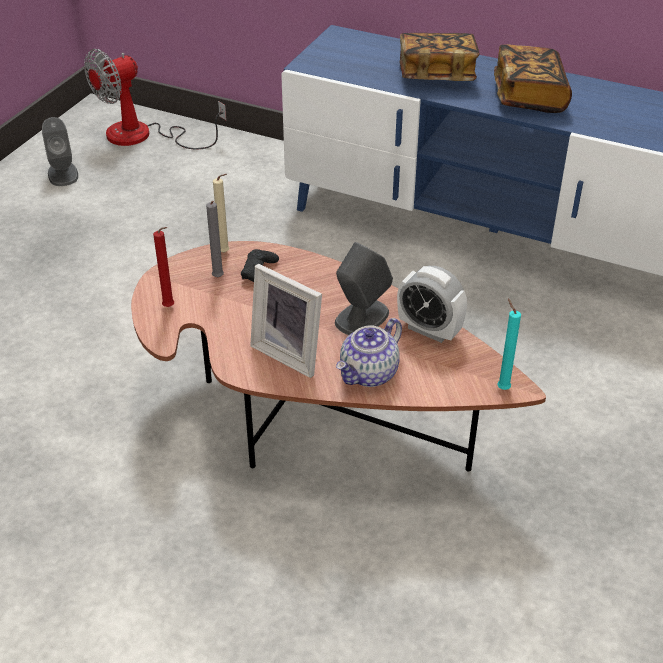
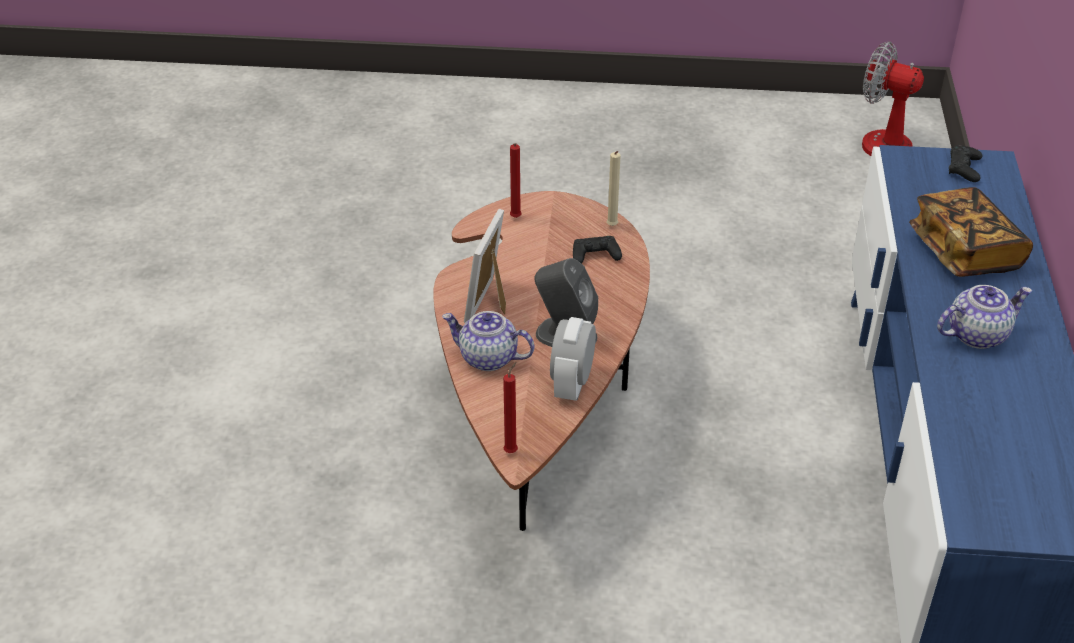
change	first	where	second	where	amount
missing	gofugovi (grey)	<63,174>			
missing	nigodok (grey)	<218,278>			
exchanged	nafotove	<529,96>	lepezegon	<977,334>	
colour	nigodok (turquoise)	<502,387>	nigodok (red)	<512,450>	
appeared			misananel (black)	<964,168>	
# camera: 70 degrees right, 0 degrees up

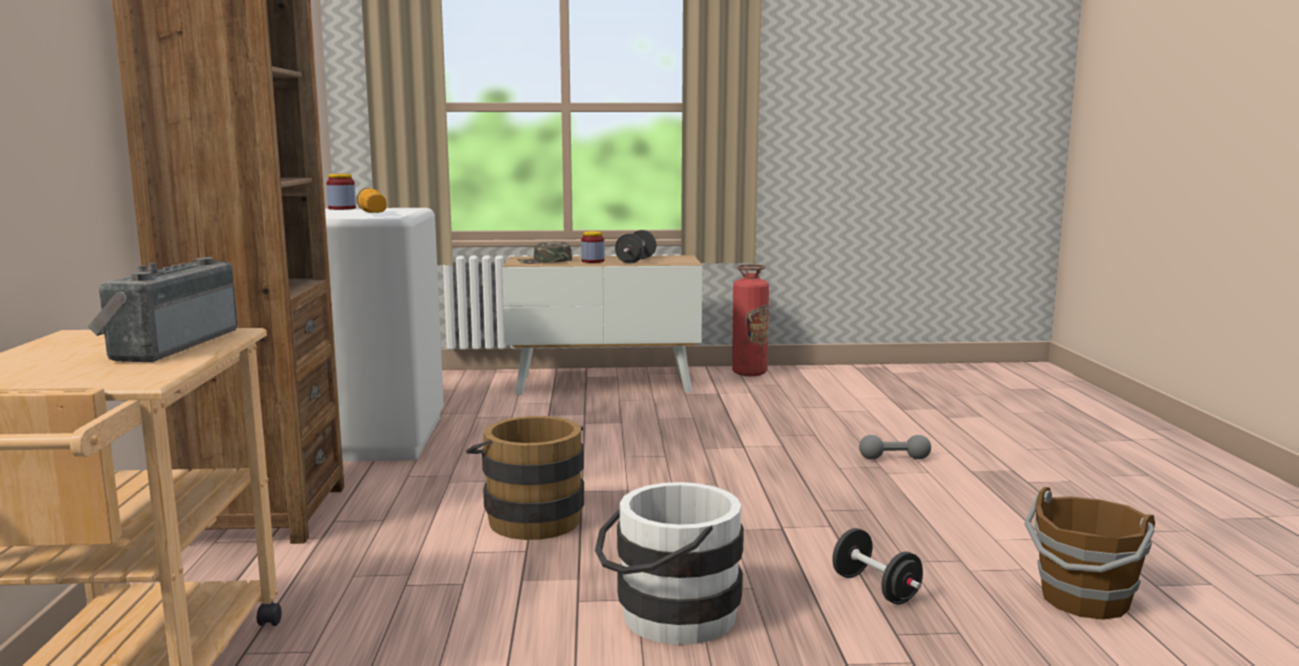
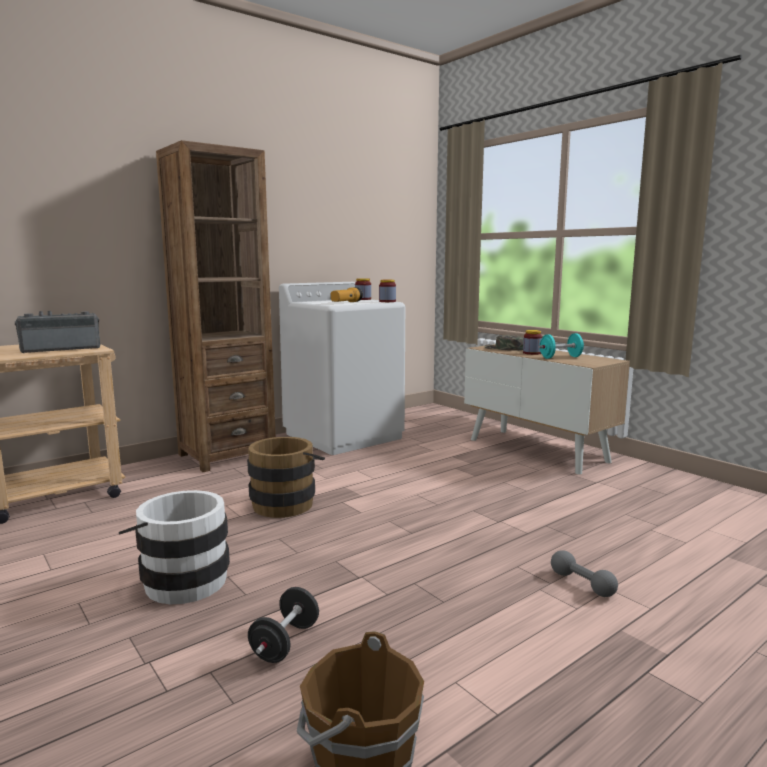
change	first	where	second	where	amount
colour	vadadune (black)	<636,261>	vadadune (turquoise)	<560,357>	
missing	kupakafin	<749,373>			
appeared			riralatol	<387,301>	
# camera: 55 degrees right, 0 degrees up

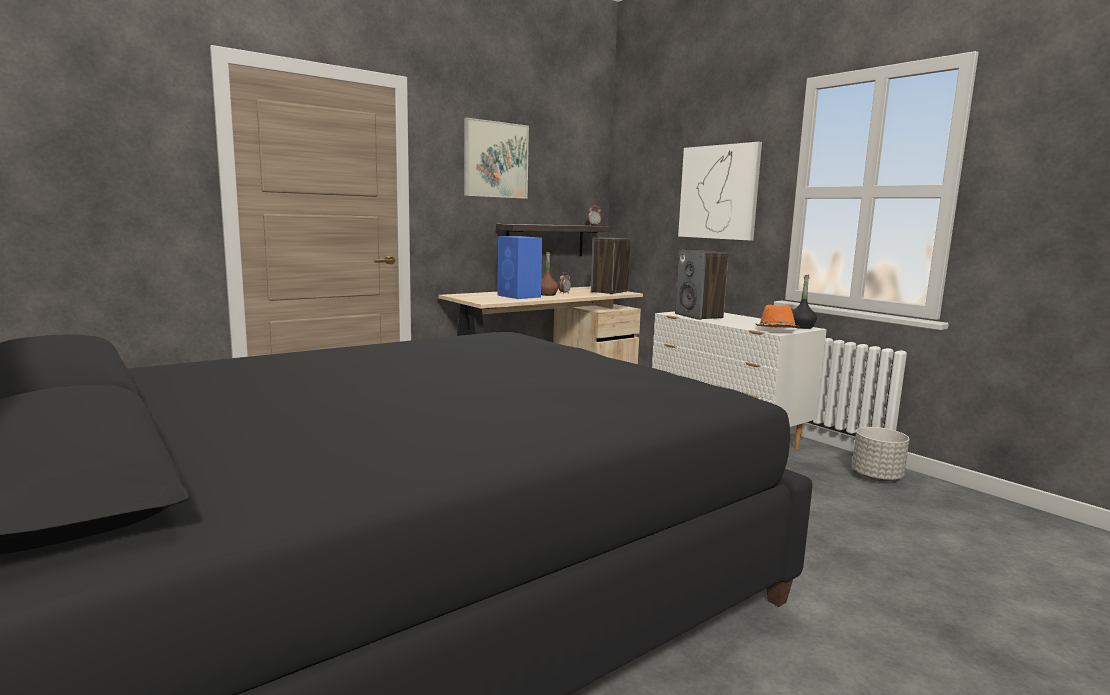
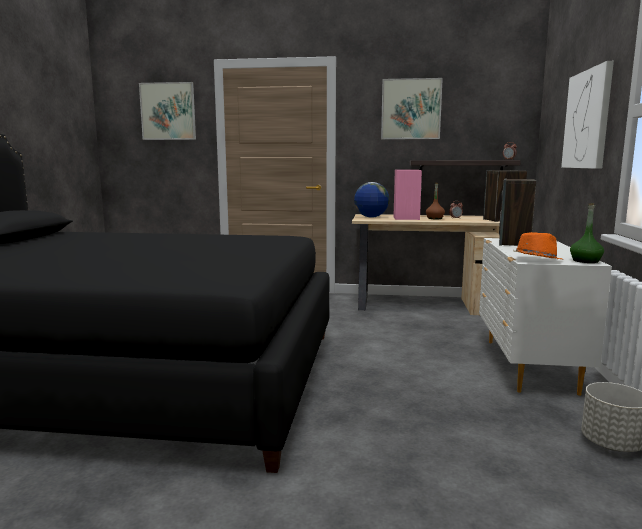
change	first	where	second	where	amount
colour	gofugovi (blue)	<519,296>	gofugovi (pink)	<406,218>	
colour	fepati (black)	<801,327>	fepati (green)	<585,261>	
appeared			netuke	<168,111>	
appeared			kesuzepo	<371,217>	
# camera: 45 degrees right, 0 degrees up

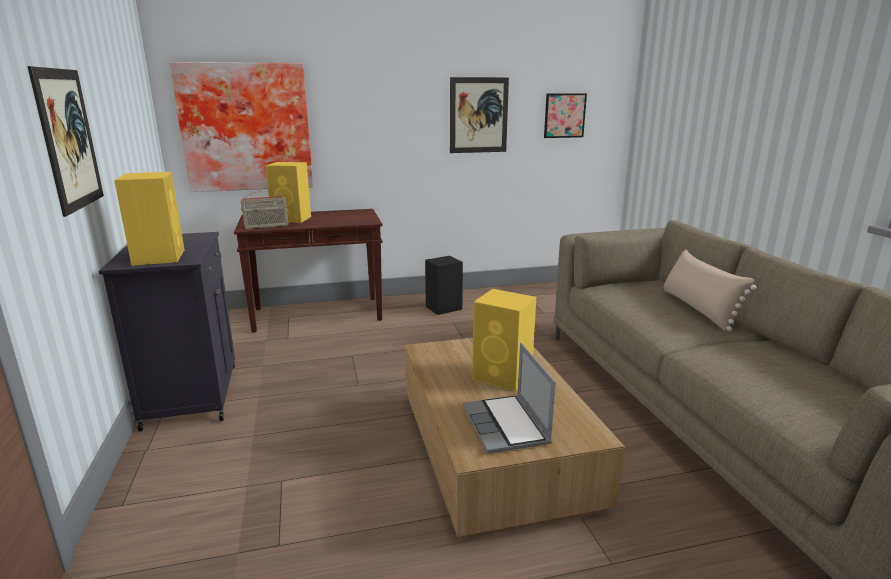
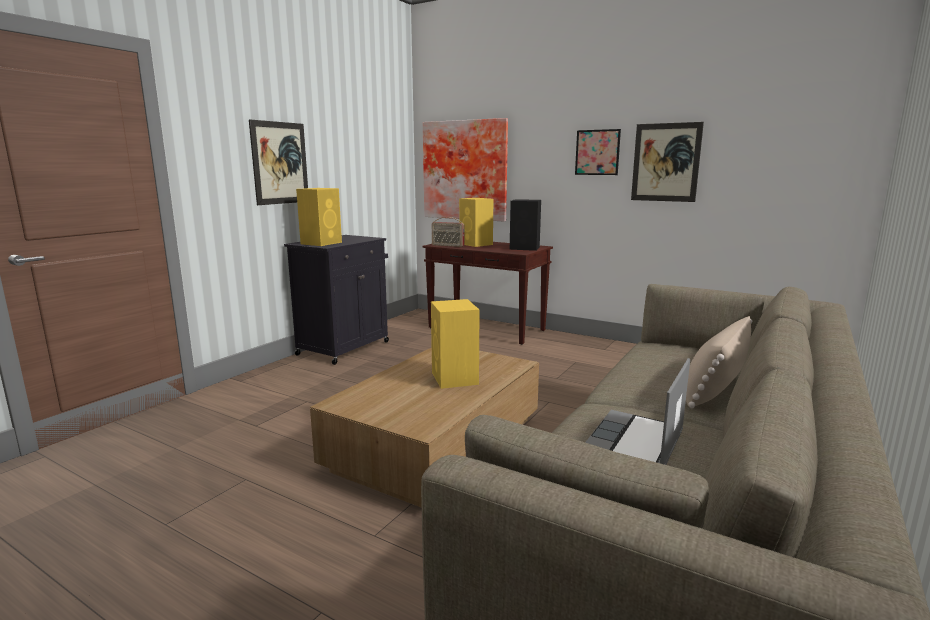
change	first	where	second	where	amount
relocated	gofugovi (black)	<444,308>		<525,248>	
relocated	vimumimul	<507,426>		<635,444>	
relocated	netuke	<564,115>		<597,152>	
# camera: 45 degrees right, 5 degrees down

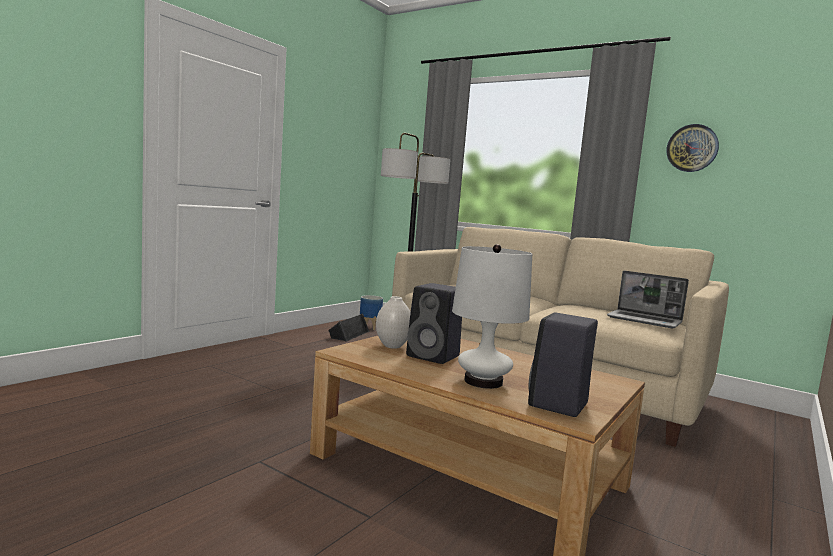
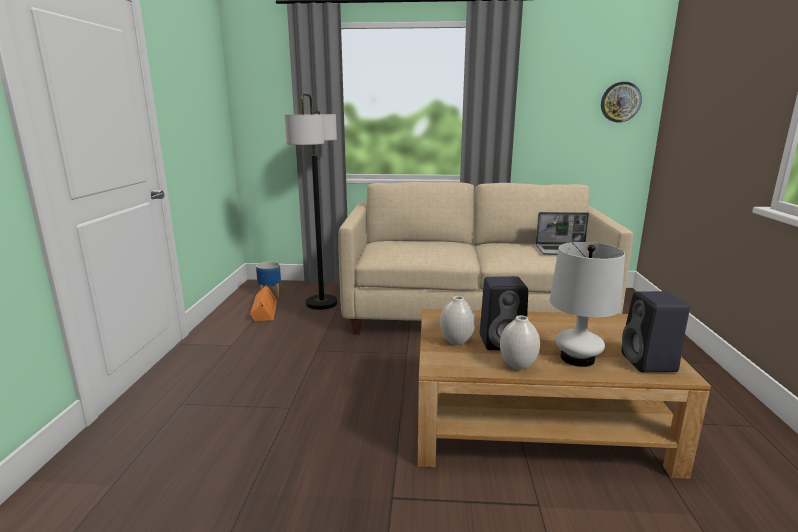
change	first	where	second	where	amount
colour	gofugovi (black)	<348,334>	gofugovi (orange)	<263,310>	
relocated	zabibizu	<692,148>		<620,102>	
appeared			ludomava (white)	<517,365>	
# camera: 30 degrees left, 10 degrees up

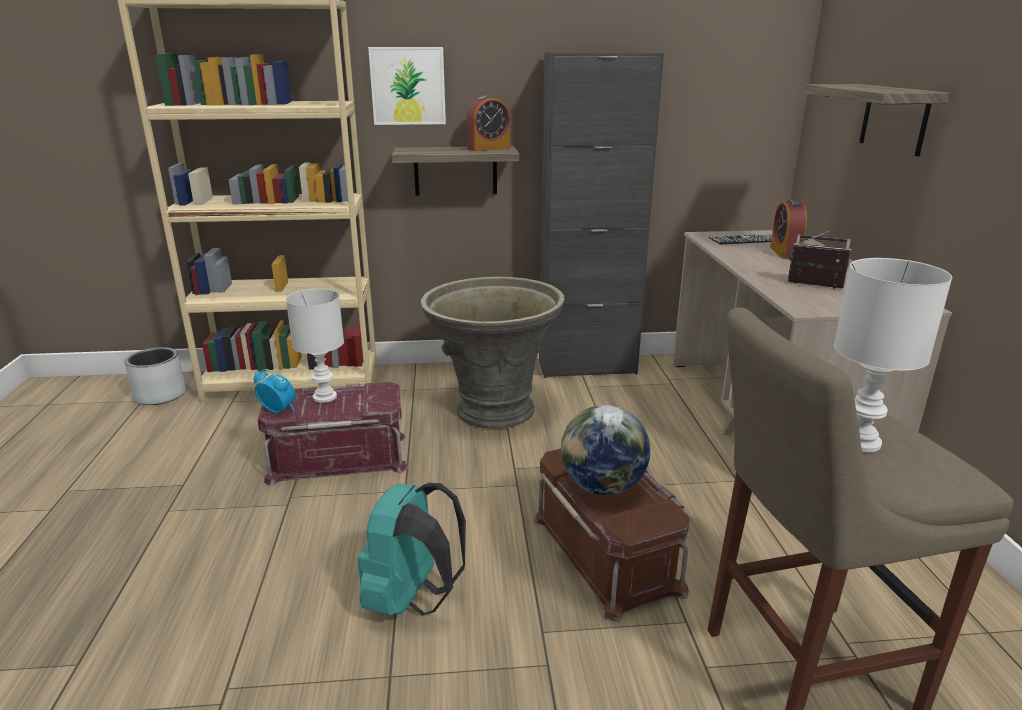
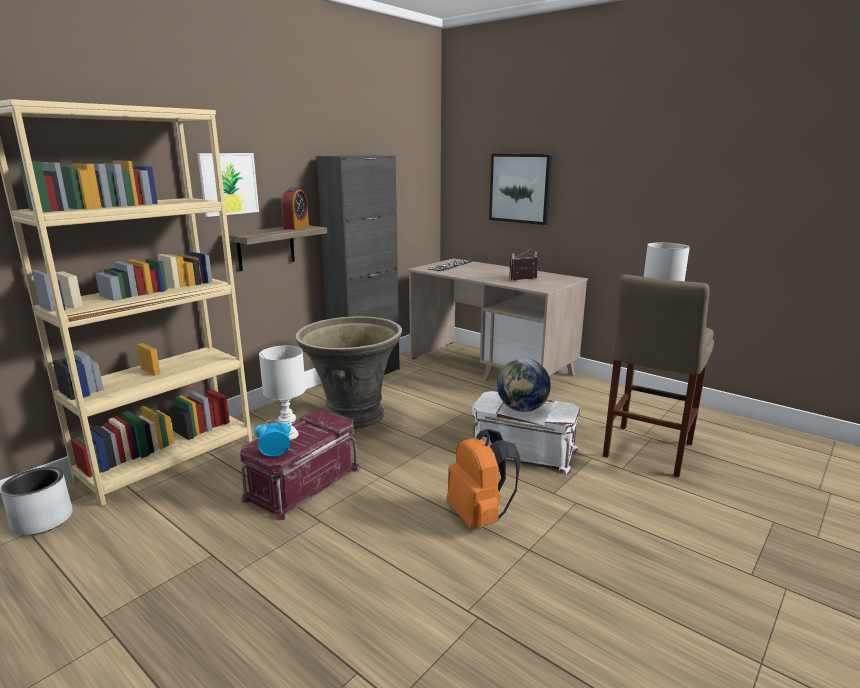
change	first	where	second	where	amount
colour	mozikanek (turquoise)	<412,599>	mozikanek (orange)	<480,517>	
colour	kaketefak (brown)	<607,552>	kaketefak (white)	<523,450>	
missing	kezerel	<785,252>			
exchanged	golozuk	<894,119>	netuke	<520,188>	
# camera: 45 degrees left, 5 degrees down

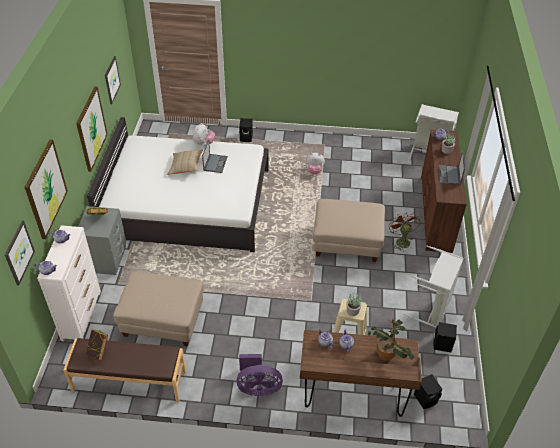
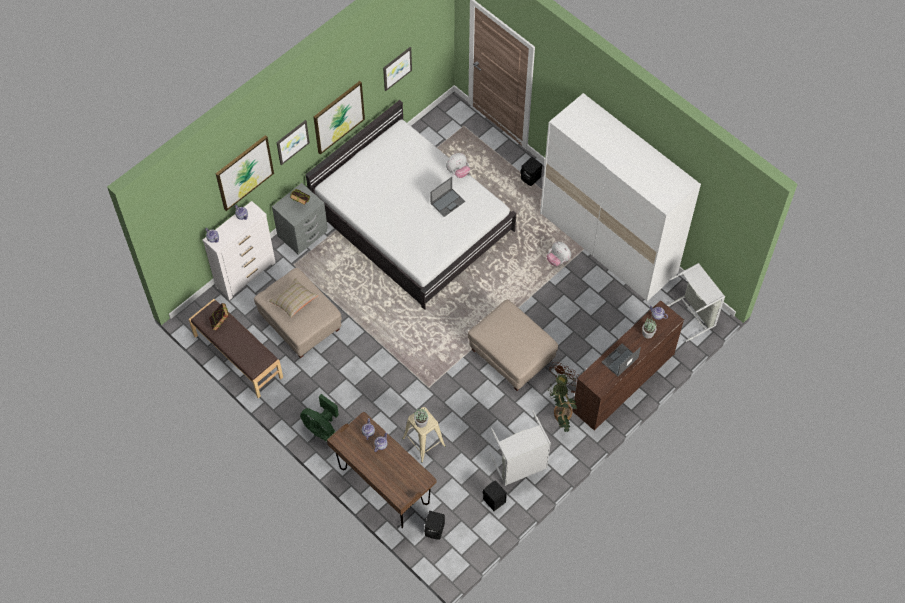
change	first	where	second	where	amount
relocated	netuke	<18,252>		<292,141>	
relocated	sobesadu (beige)	<185,167>		<294,302>	
colour	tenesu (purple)	<258,387>	tenesu (green)	<322,429>	
relocated	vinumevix	<387,358>		<561,420>	
appeared			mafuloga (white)	<608,243>	
# camera: 40 degrees right, 15 degrees up

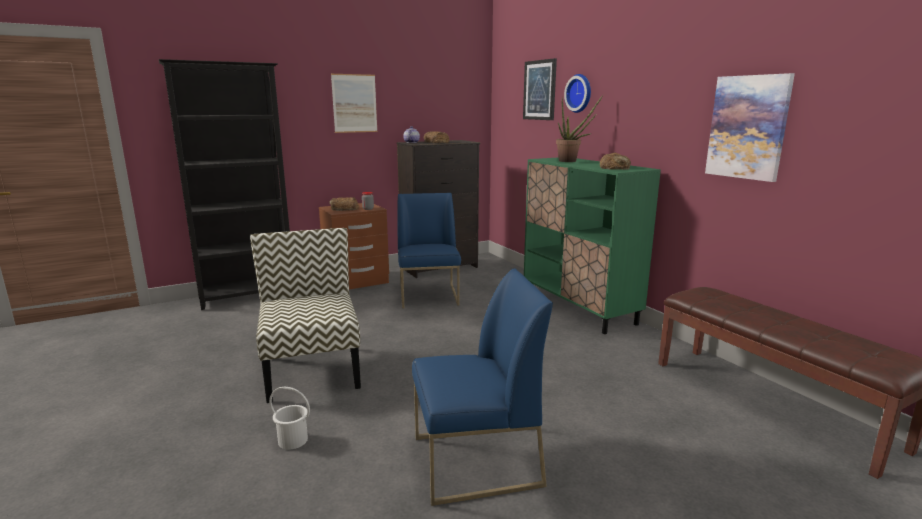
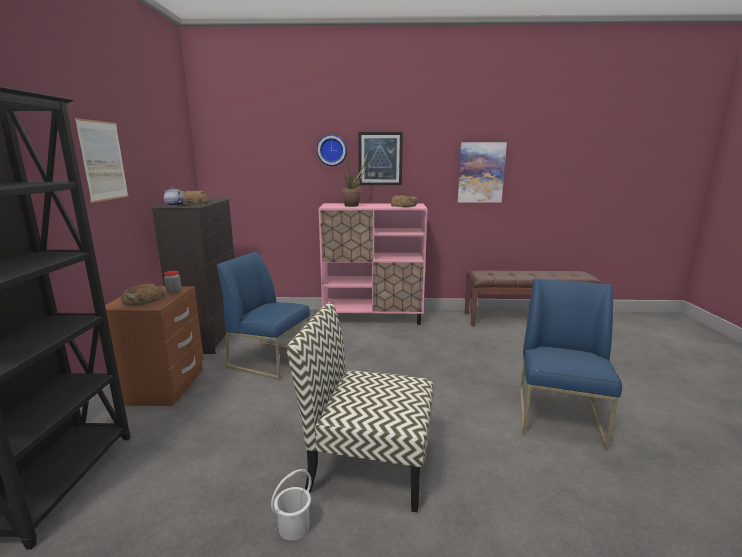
change	first	where	second	where	amount
relocated	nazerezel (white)	<293,440>		<293,527>	
relocated	netuke	<540,90>		<380,159>	
colour	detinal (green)	<579,308>	detinal (pink)	<373,318>	
# camera: 60 degrees left, 0 degrees up

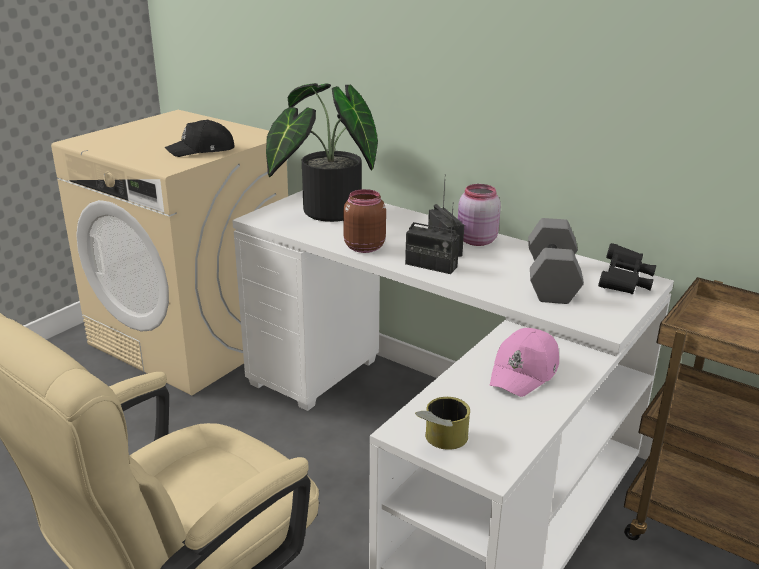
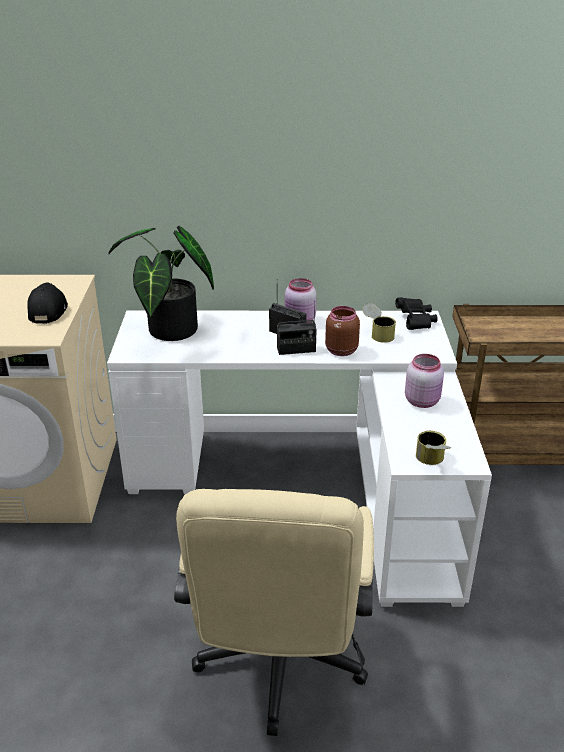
change	first	where	second	where	amount
spun	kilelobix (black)	<202,150>		<47,310>	150 degrees clockwise
relocated	riralatol (brown)	<363,247>		<340,351>	
exchanged	kilelobix (pink)	<525,372>	riralatol (pink)	<422,401>	
exchanged	vadadune (grey)	<553,280>	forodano	<377,334>	
# camera: 35 degrees left, 5 degrees up

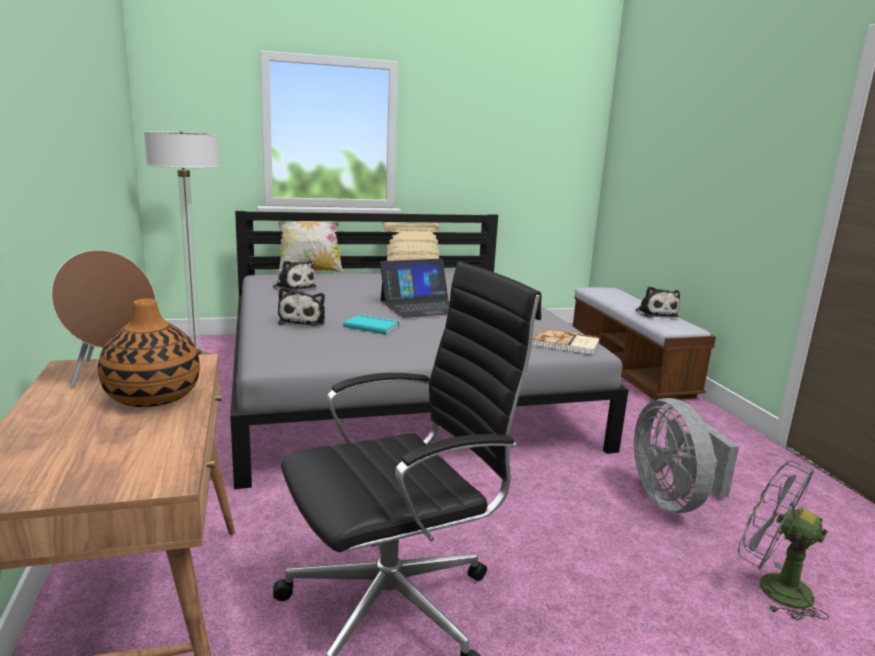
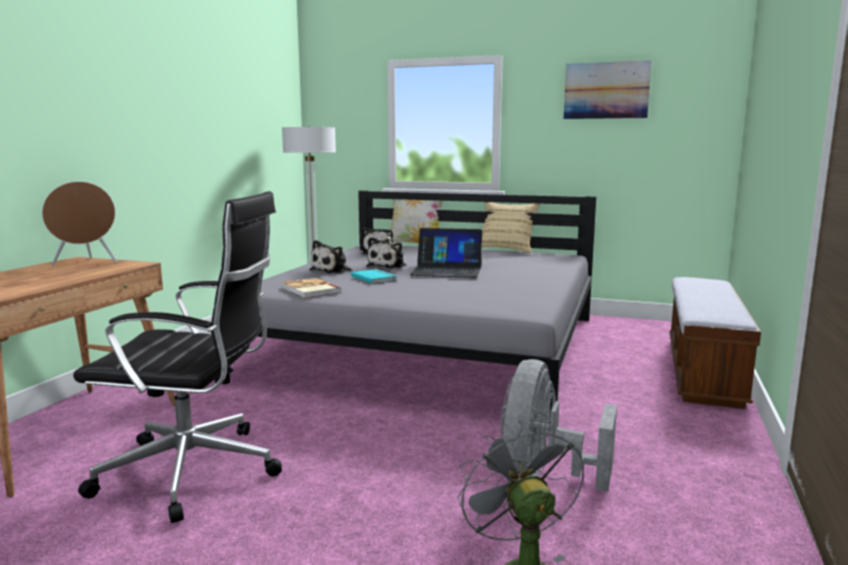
change	first	where	second	where	amount
missing	ludomava	<152,396>			
relocated	nafotove	<566,344>		<310,290>	
relocated	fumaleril	<655,314>		<388,266>	
appeared			netuke	<606,90>	
# camera: 35 degrees right, 5 degrees down

